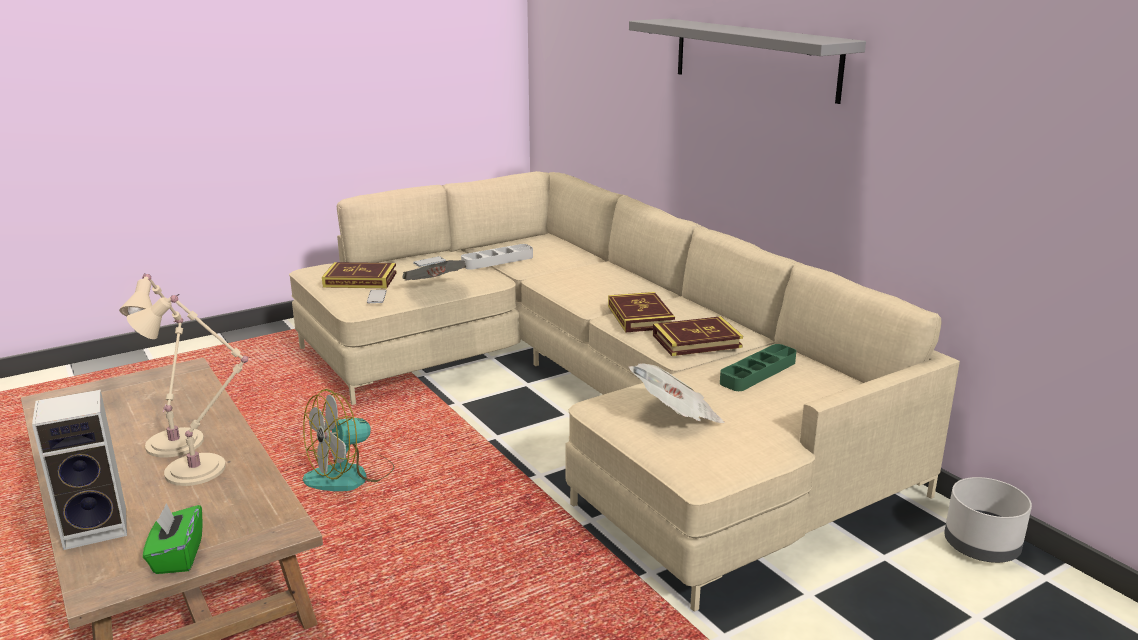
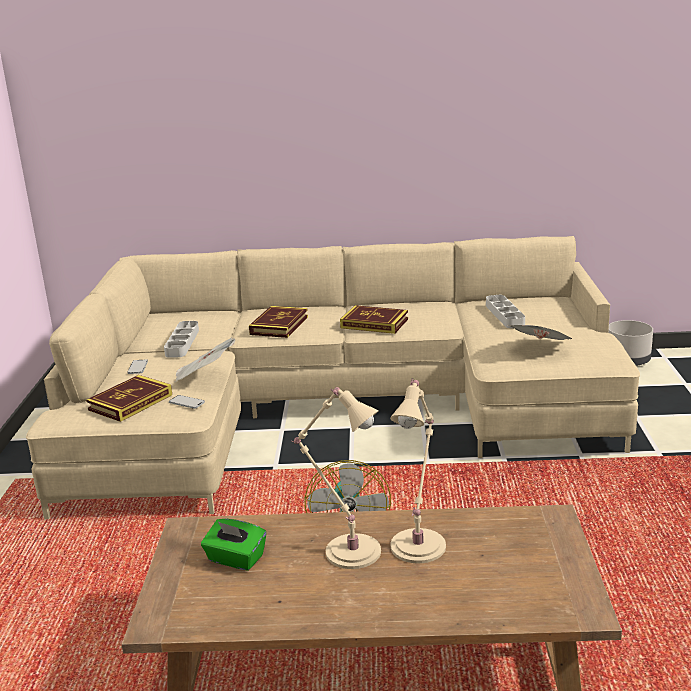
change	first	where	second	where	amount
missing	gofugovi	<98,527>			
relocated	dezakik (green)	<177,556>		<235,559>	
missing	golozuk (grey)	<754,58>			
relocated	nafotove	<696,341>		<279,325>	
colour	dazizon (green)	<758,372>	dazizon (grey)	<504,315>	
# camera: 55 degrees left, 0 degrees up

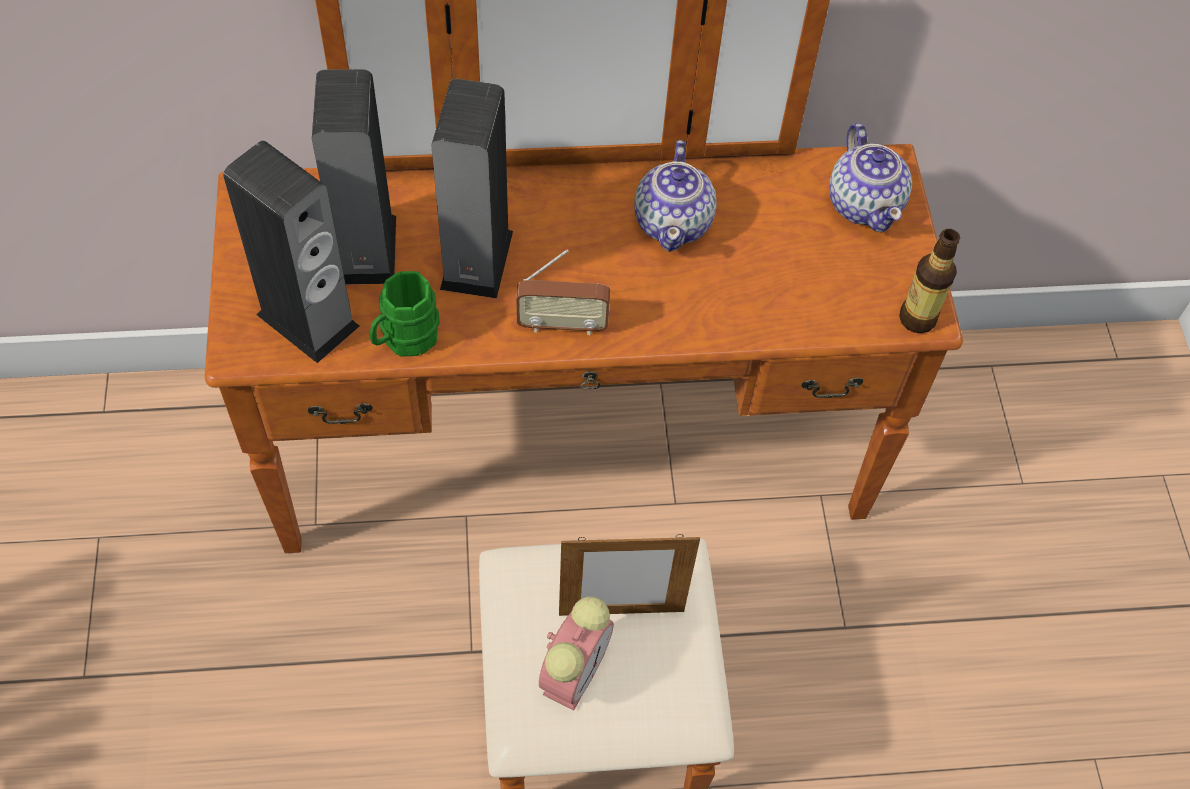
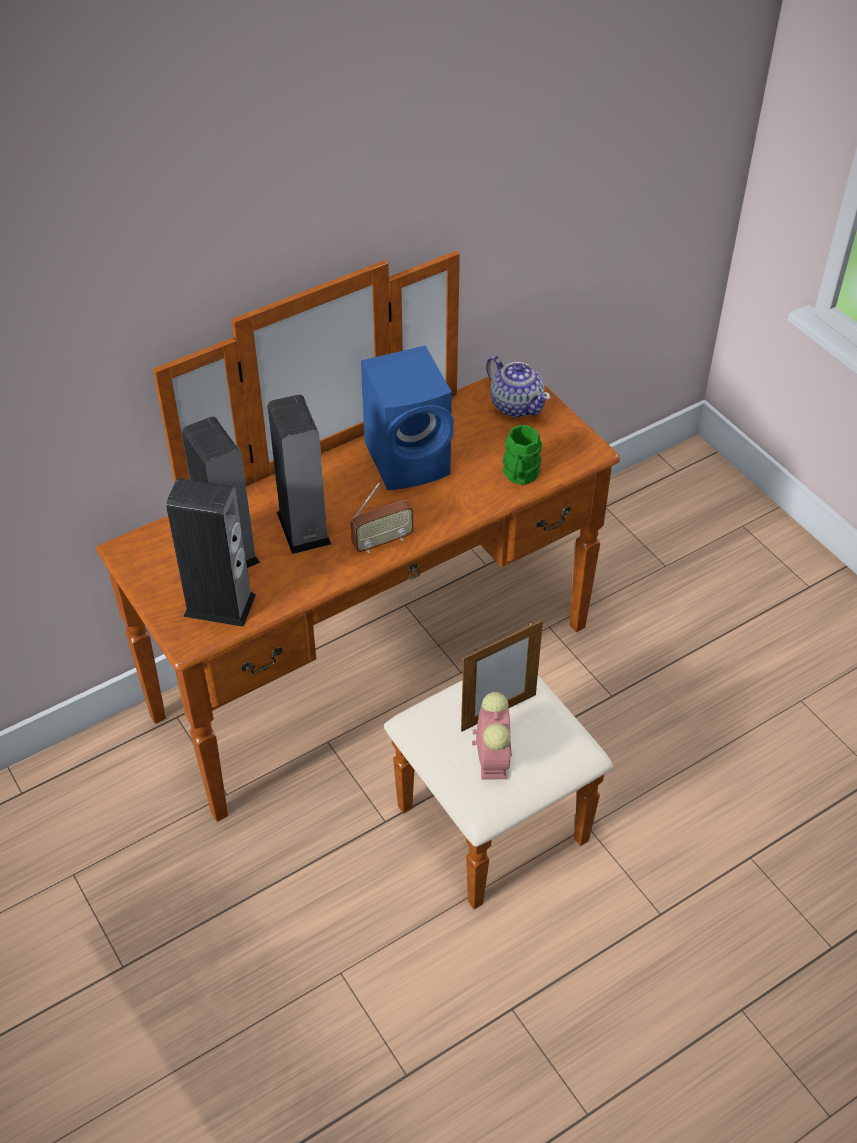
change	first	where	second	where	amount
relocated	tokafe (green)	<404,338>		<519,475>	
exchanged	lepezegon	<673,222>	gofugovi (blue)	<410,459>	
missing	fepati	<917,319>			
# camera: 25 degrees left, 10 degrees down

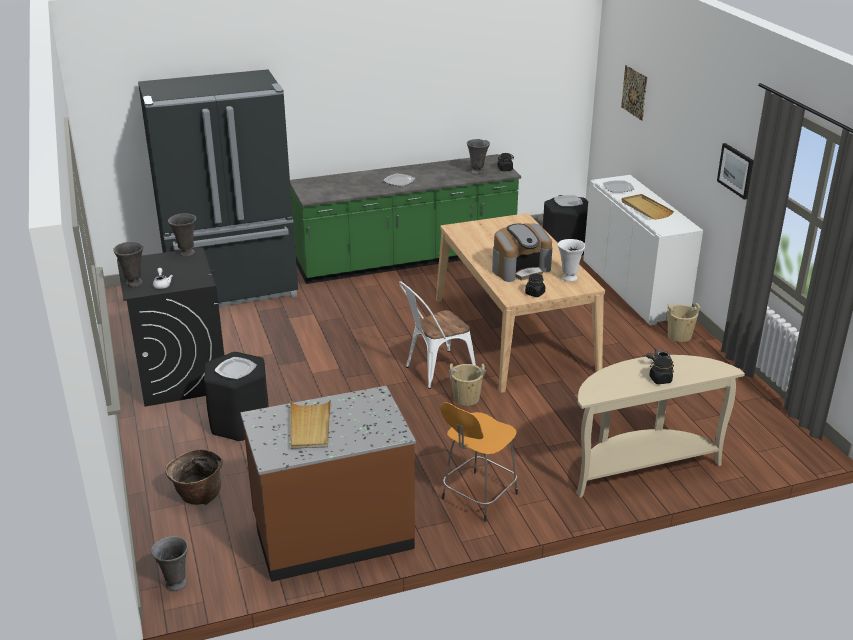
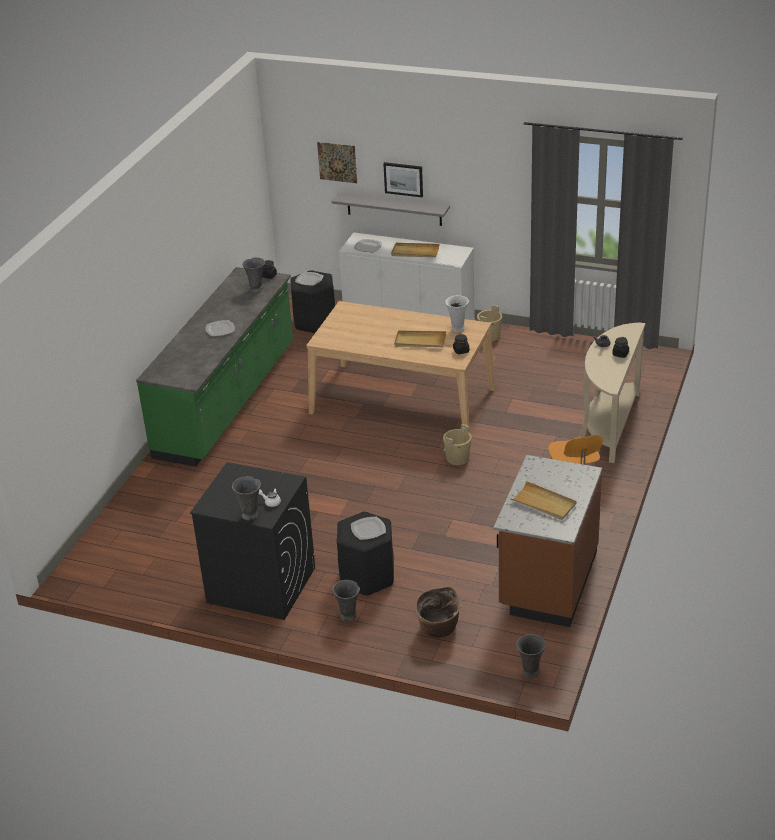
change	first	where	second	where	amount
missing	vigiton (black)	<233,290>			
relocated	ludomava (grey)	<186,253>		<348,617>	
missing	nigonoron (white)	<435,371>			
exchanged	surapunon	<520,269>	dazizon (beige)	<420,341>	
relocated	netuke	<736,170>		<403,179>	
appeared			golozuk (grey)	<394,209>	
# camera: 50 degrees left, 5 degrees up

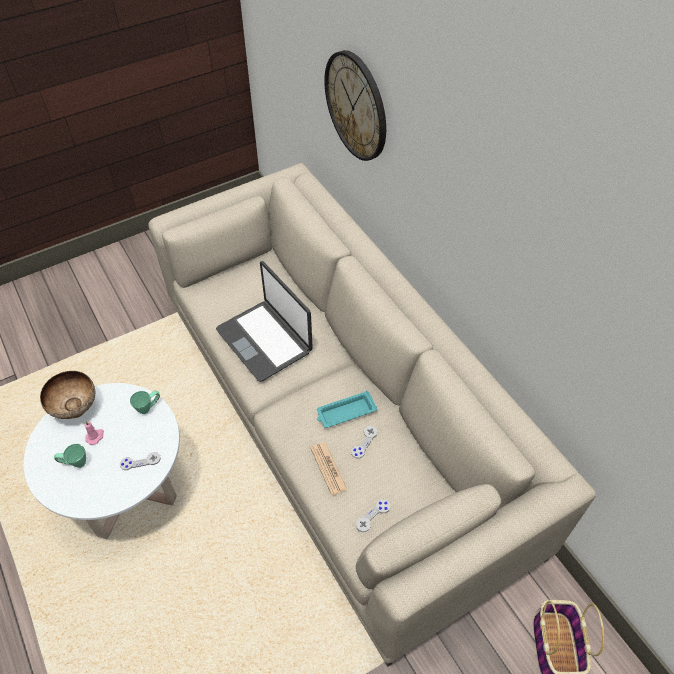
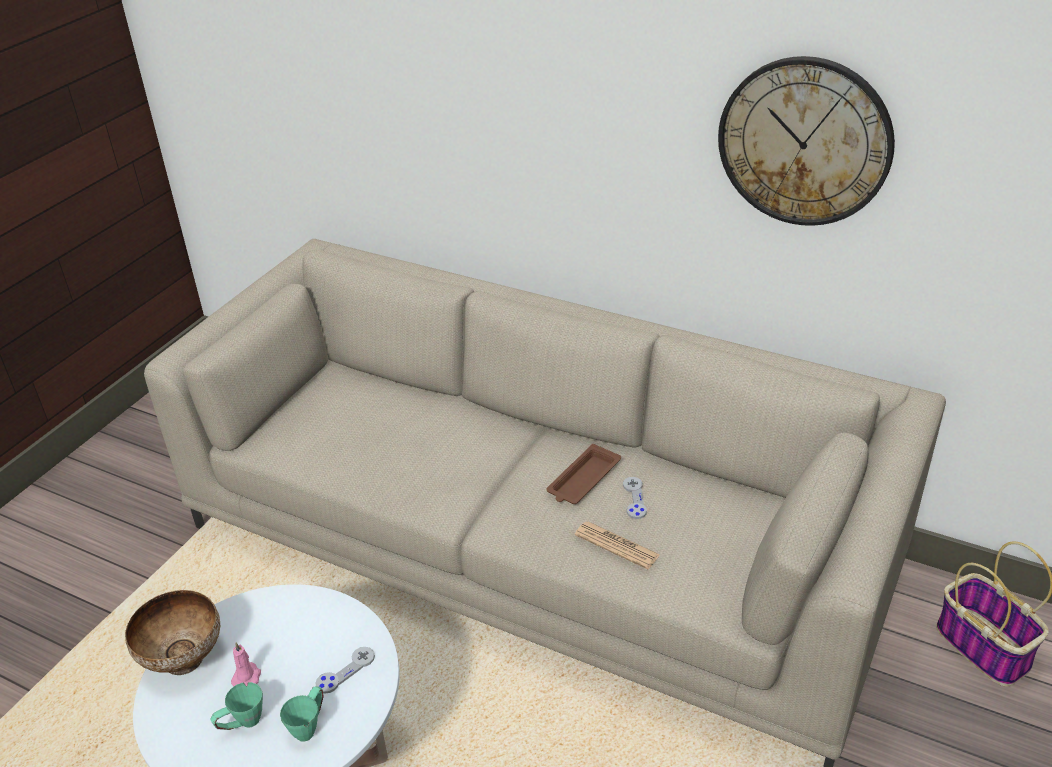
change	first	where	second	where	amount
relocated	tokafe (green)	<148,407>		<309,726>	
missing	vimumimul	<265,340>			
colour	dazizon (turquoise)	<345,412>	dazizon (brown)	<583,480>	
relocated	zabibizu	<356,106>		<804,142>	
missing	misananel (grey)	<373,516>			
# camera: 30 degrees left, 15 degrees down

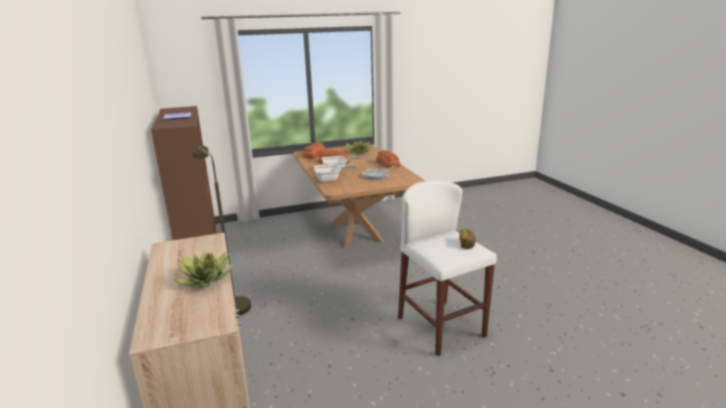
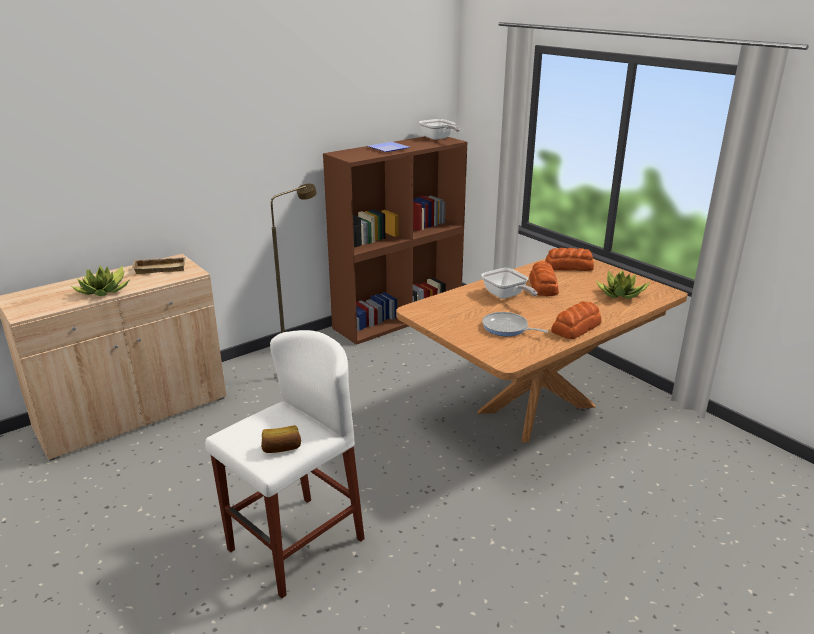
change	first	where	second	where	amount
relocated	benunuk	<330,180>		<438,138>	
appeared			dazizon (beige)	<161,268>	
# camera: 70 degrees right, 5 degrees up

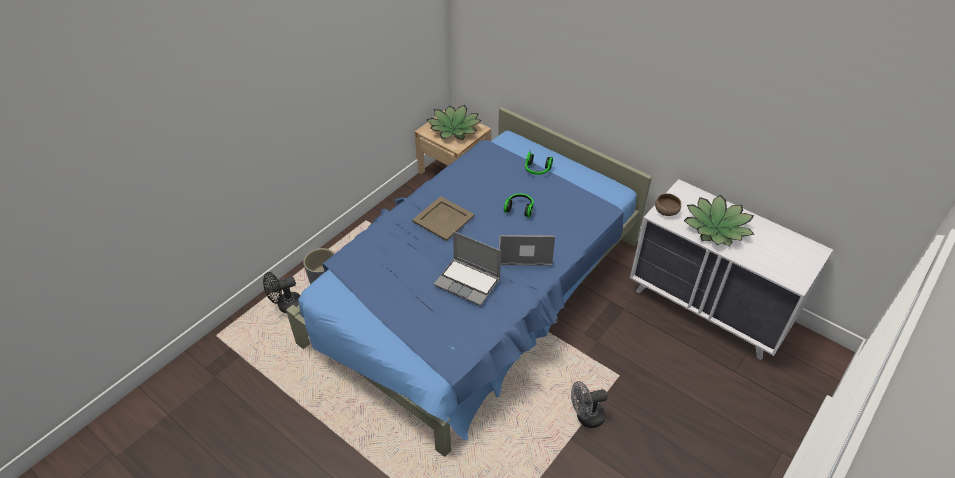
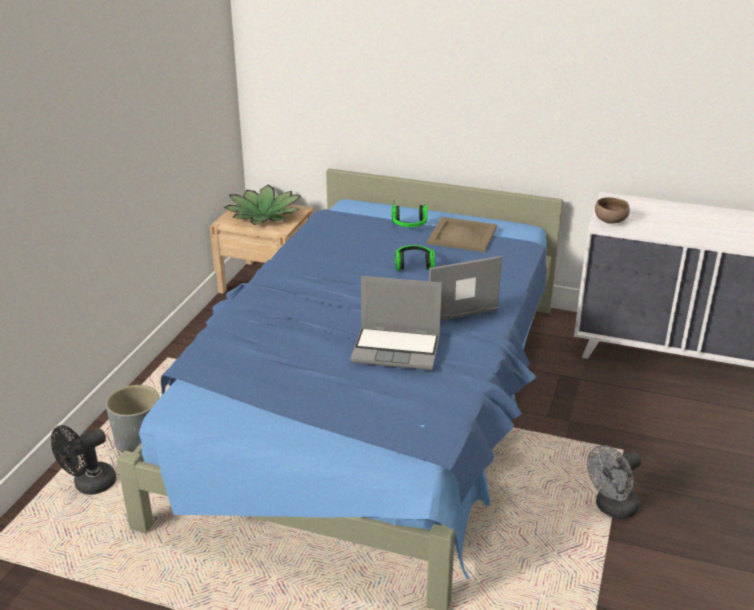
change	first	where	second	where	amount
relocated	dazizon (beige)	<443,218>		<462,235>	
missing	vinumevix	<716,228>			
# camera: 20 degrees left, 15 degrees down

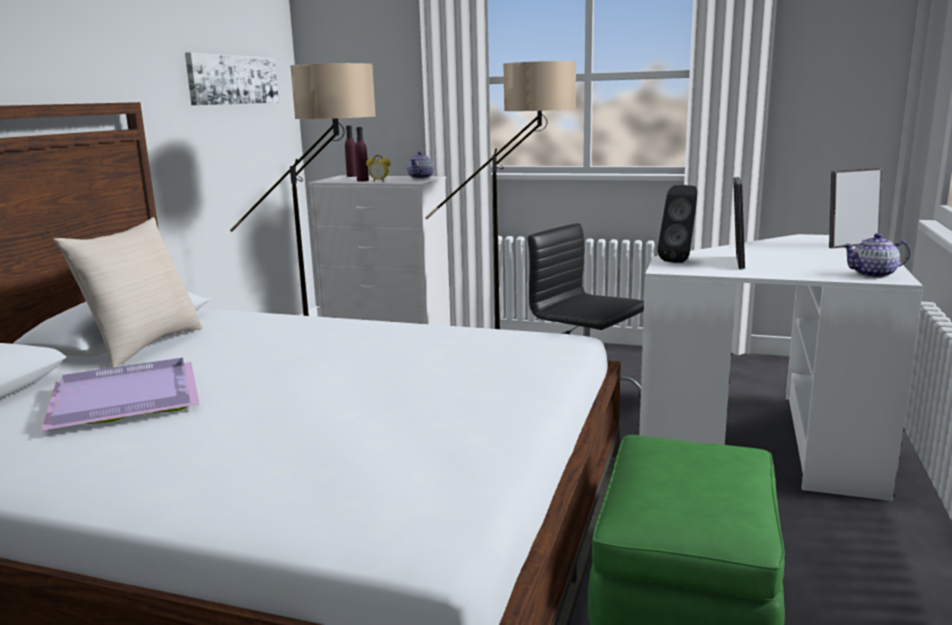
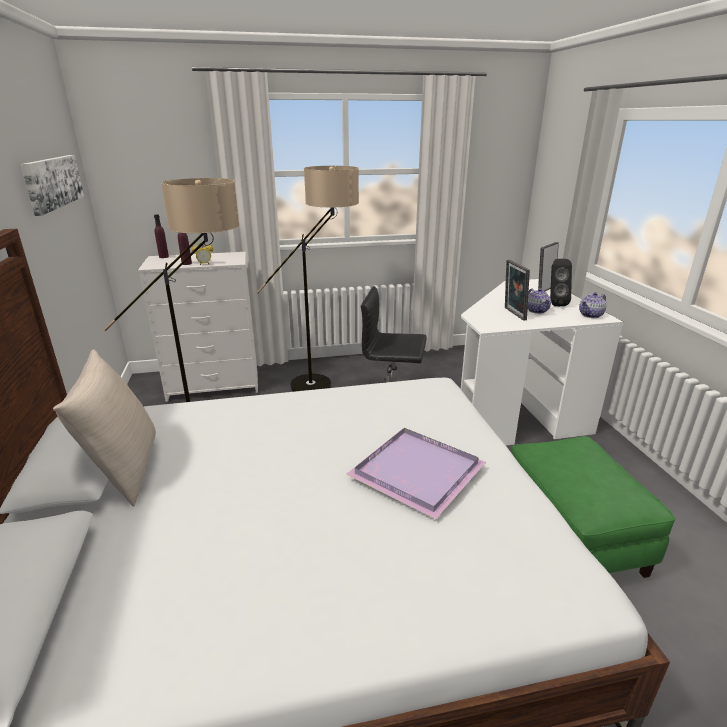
change	first	where	second	where	amount
relocated	dazizon (purple)	<122,398>		<414,472>	
relocated	lepezegon	<421,177>		<536,310>	
relocated	gofugovi (black)	<679,261>		<554,303>	
# camera: 30 degrees left, 10 degrees up

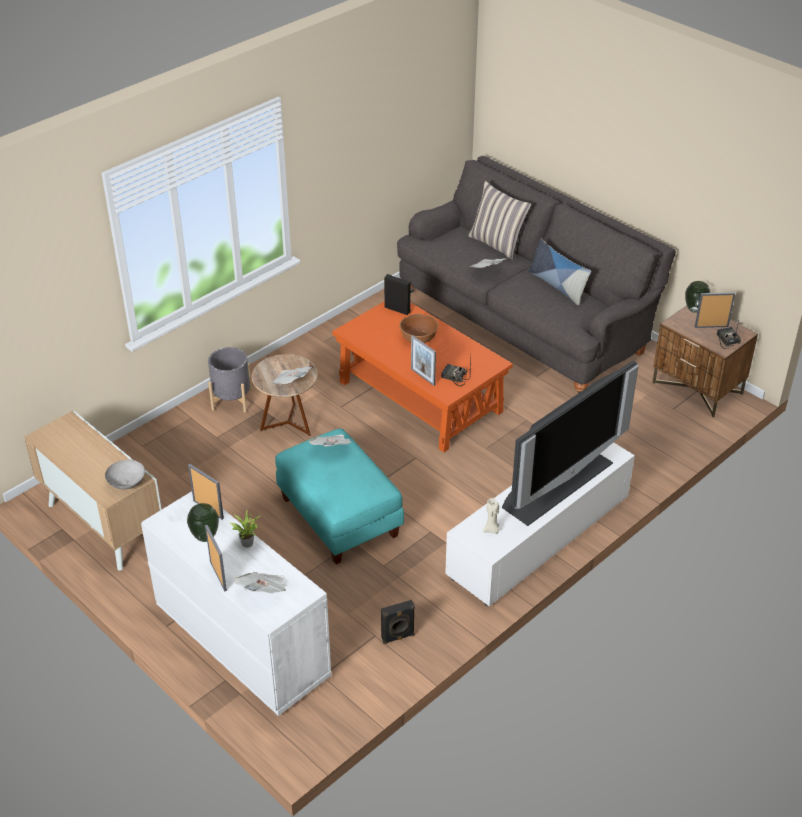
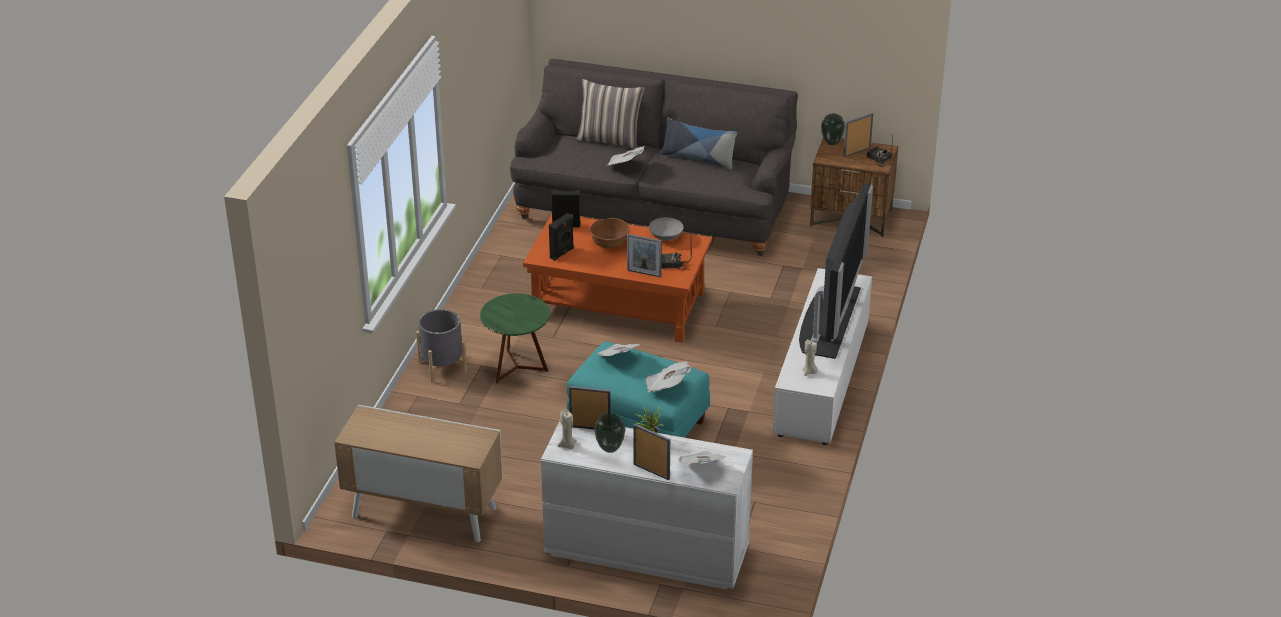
change	first	where	second	where	amount
relocated	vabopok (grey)	<127,483>		<665,237>	
colour	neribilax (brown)	<288,424>	neribilax (green)	<517,368>	
relocated	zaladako	<291,383>		<666,386>	
relocated	gofugovi (black)	<398,637>		<562,253>	
appeared			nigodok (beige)	<567,445>	
# camera: 30 degrees left, 5 degrees down

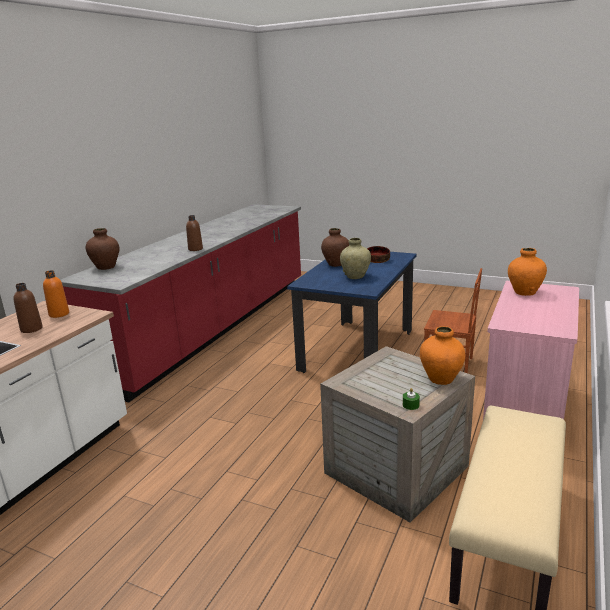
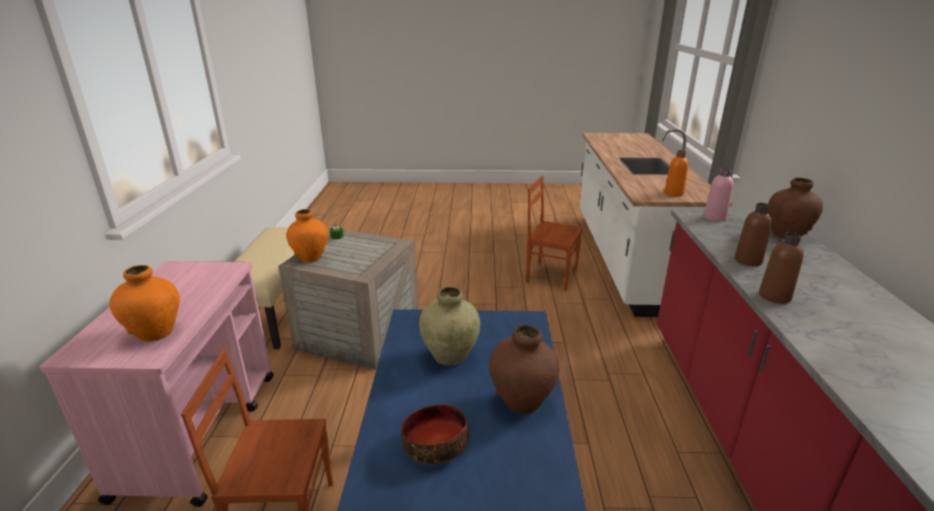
change	first	where	second	where	amount
relocated	fepati (brown)	<31,329>		<748,261>	
appeared			nigonoron (brown)	<551,275>	
appeared			fepati (pink)	<715,217>	
# camera: 155 degrees right, 5 degrees up

